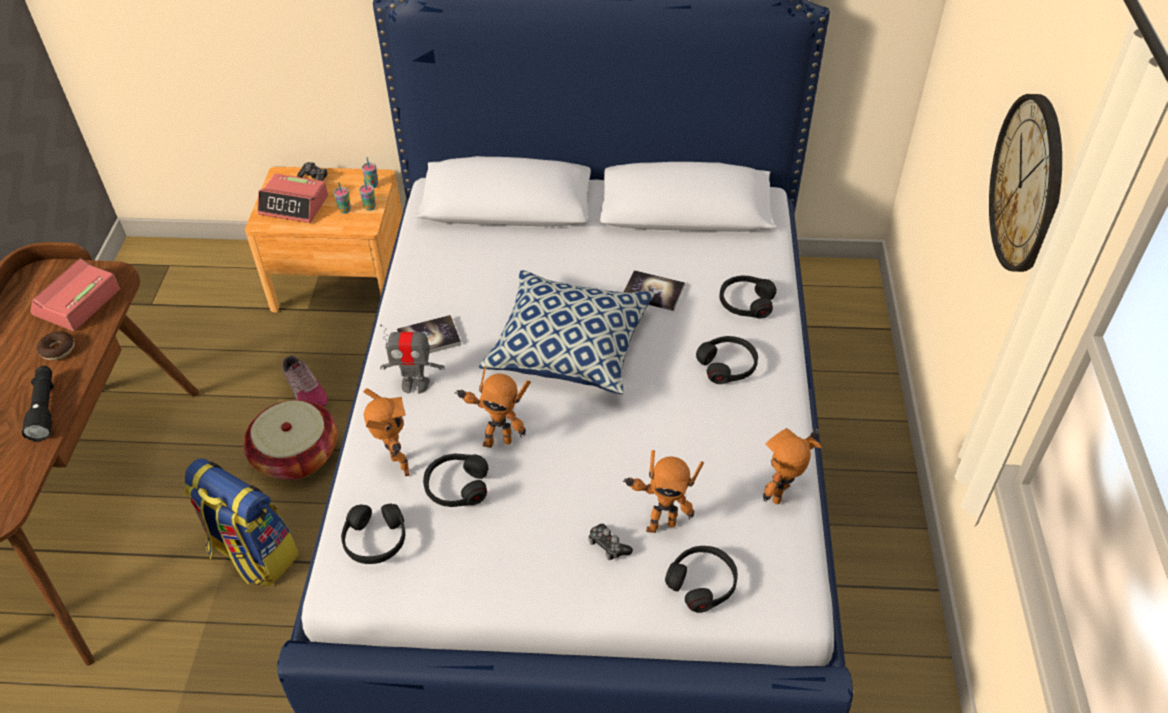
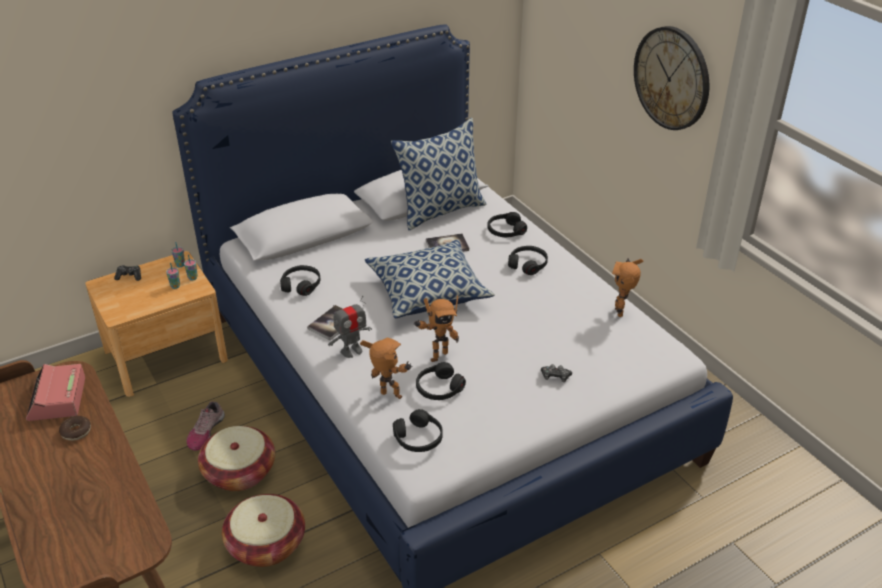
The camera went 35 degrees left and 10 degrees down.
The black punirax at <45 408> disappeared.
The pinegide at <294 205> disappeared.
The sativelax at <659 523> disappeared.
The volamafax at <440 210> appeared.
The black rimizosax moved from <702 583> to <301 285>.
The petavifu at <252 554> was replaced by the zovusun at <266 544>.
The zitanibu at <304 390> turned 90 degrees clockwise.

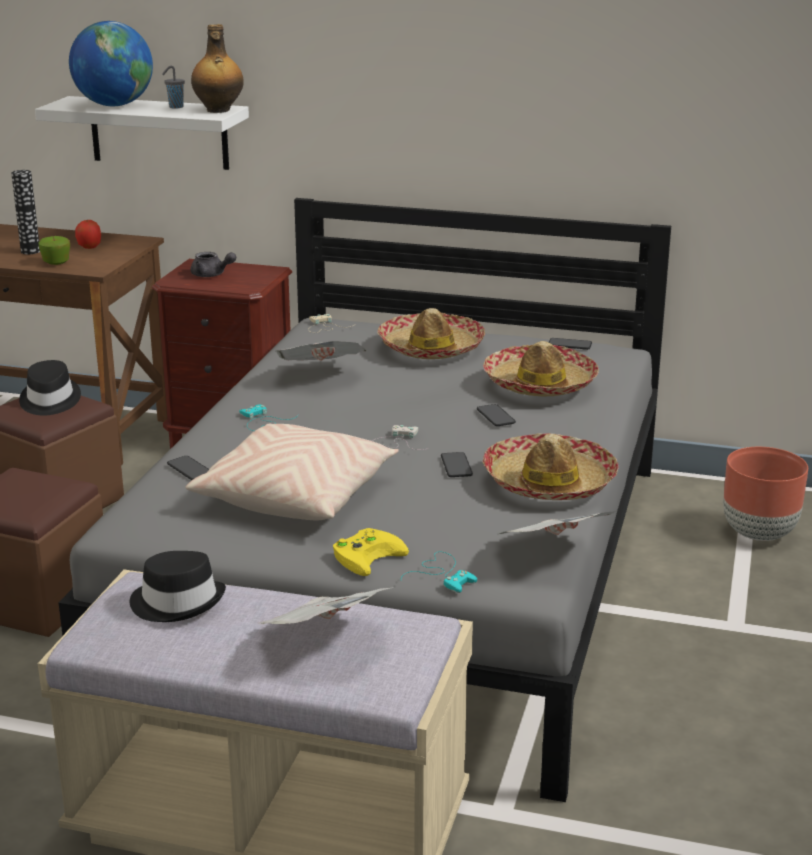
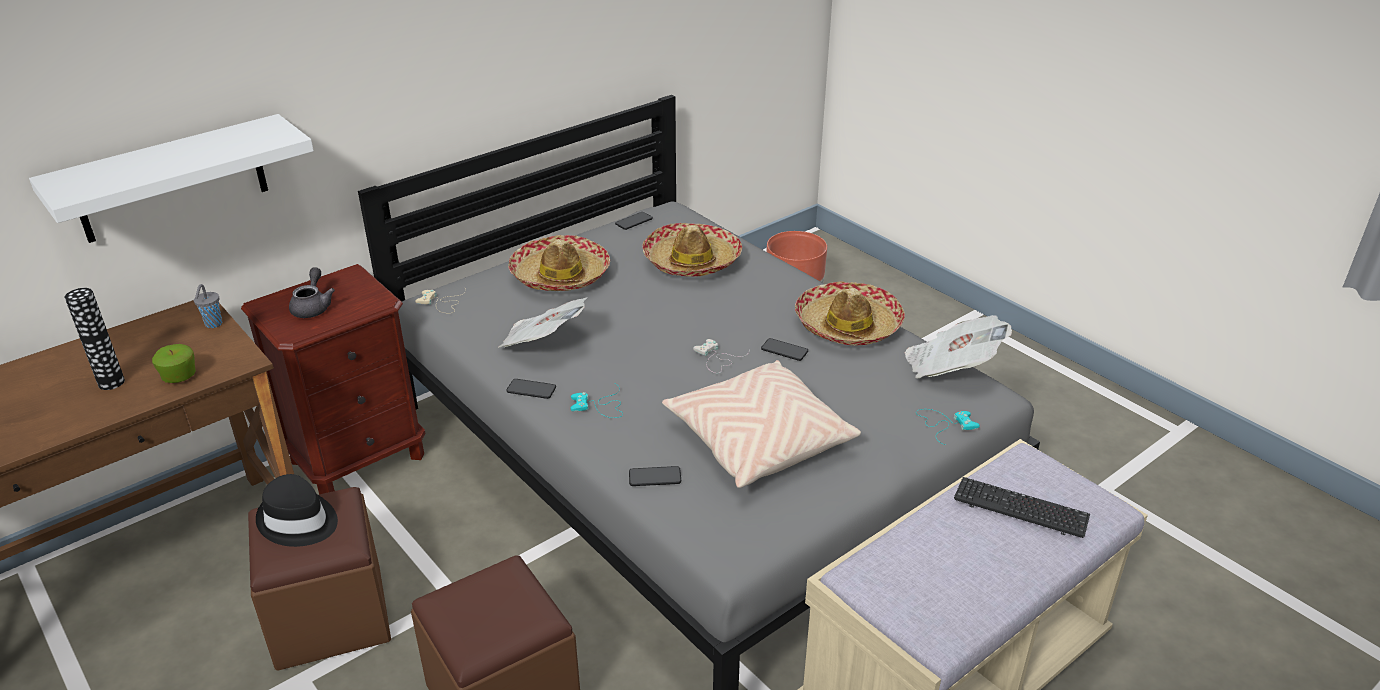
The camera went 55 degrees left and 10 degrees up.
The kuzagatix at <114 105> disappeared.
The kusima at <89 247> disappeared.
The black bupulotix at <177 602> disappeared.
The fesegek at <218 110> disappeared.
The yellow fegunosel at <367 554> disappeared.
The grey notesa moved from <175 107> to <213 324>.
The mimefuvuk moved from <495 416> to <531 389>.
The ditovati at <325 637> was replaced by the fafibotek at <1020 509>.
The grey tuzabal at <211 275> turned 60 degrees counterclockwise.

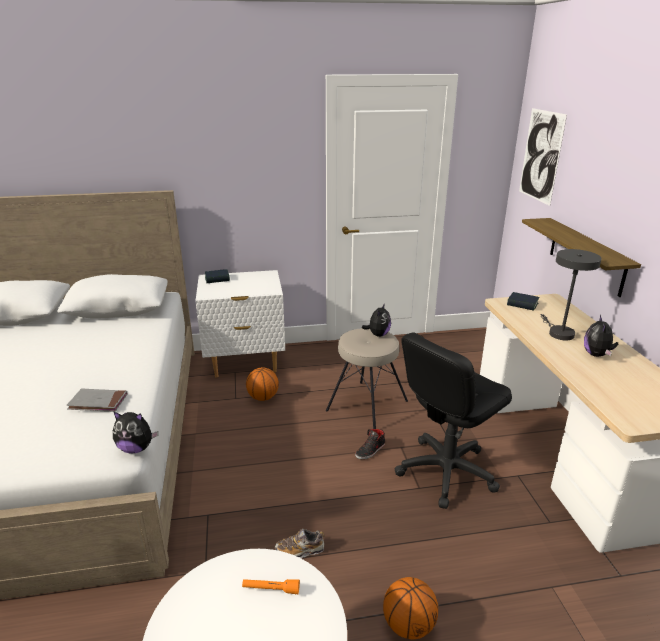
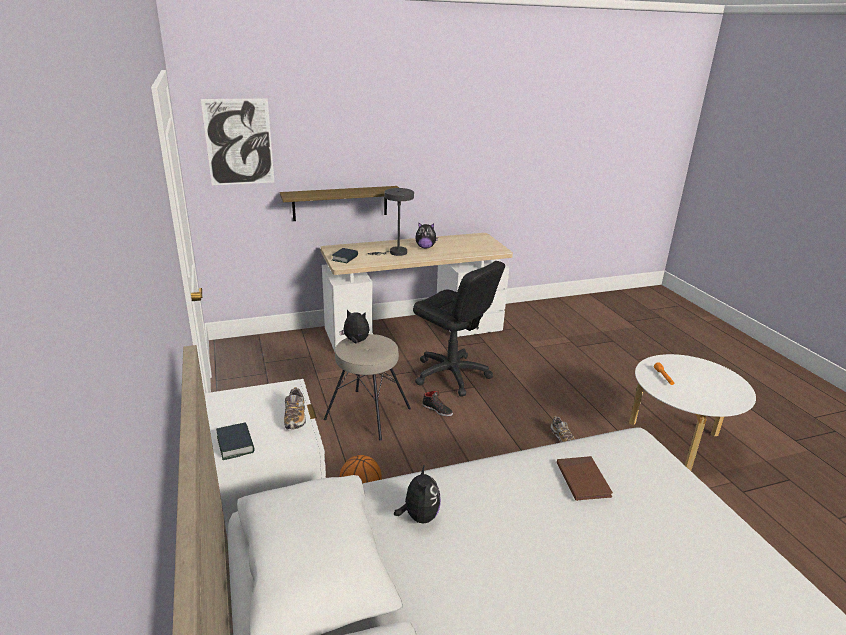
The camera went 100 degrees left and 0 degrees up.
The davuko at <408 625> disappeared.
The zitanibu at <295 417> appeared.
The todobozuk moved from <136 448> to <419 516>.
The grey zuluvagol at <98 402> became the brown zuluvagol at <583 480>.

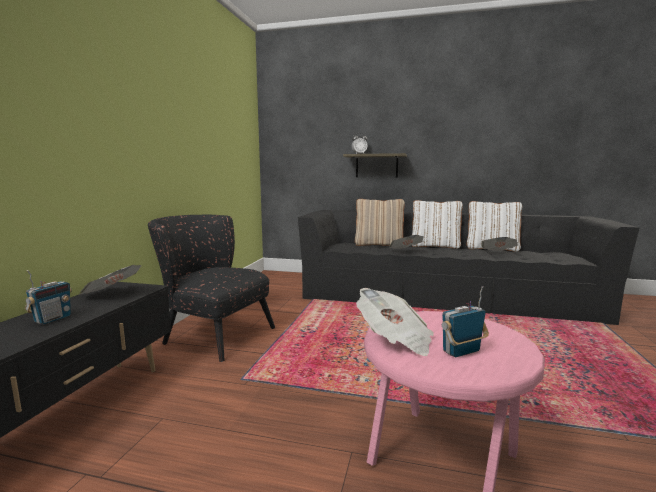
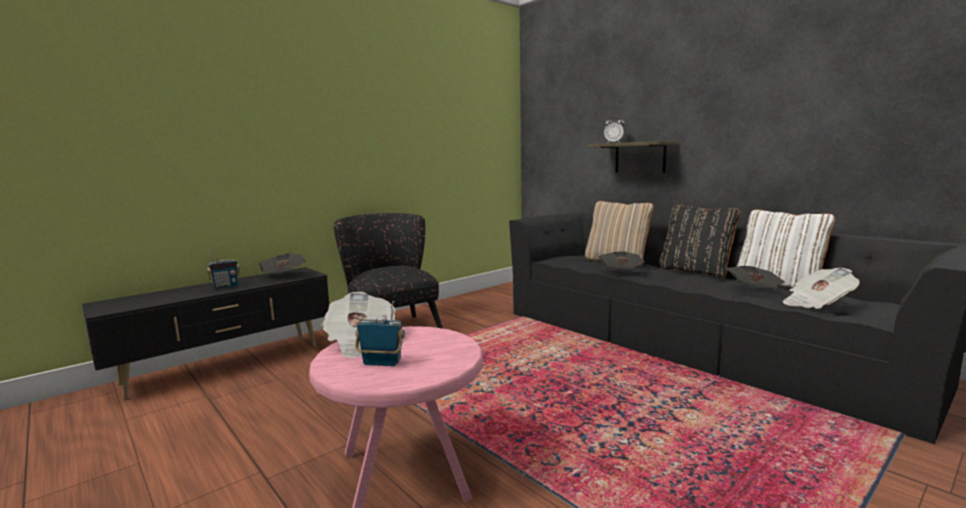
The camera went 35 degrees right and 0 degrees up.
The ditovati at <816 304> appeared.
The white volamafax at <435 246> became the black volamafax at <696 271>.

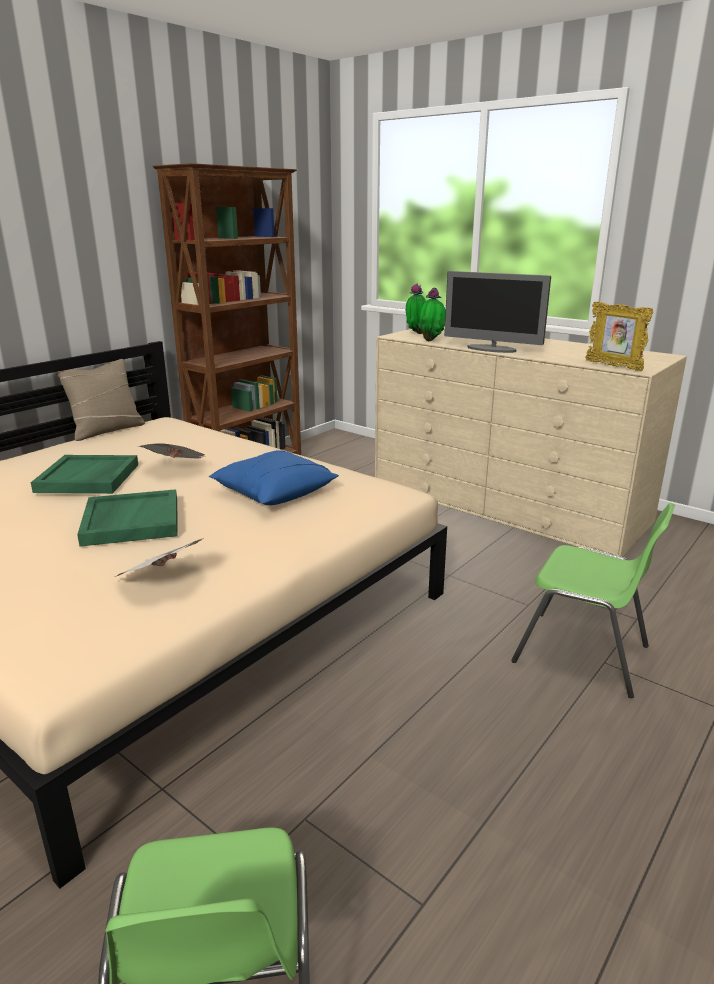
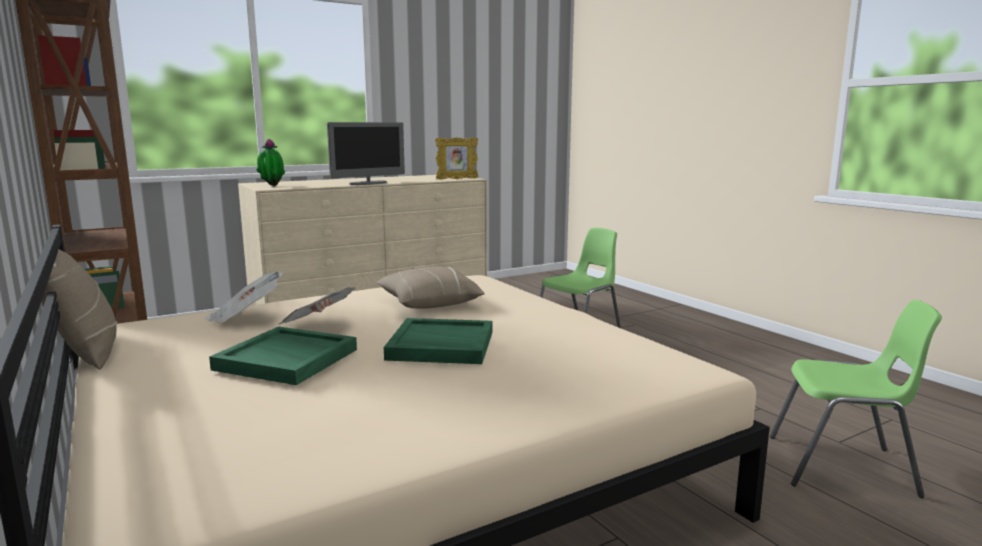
The camera went 70 degrees left and 10 degrees down.
The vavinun at <431 340> disappeared.
The ditovati moved from <160 580> to <245 317>.
The blue volamafax at <274 493> became the beige volamafax at <429 303>.

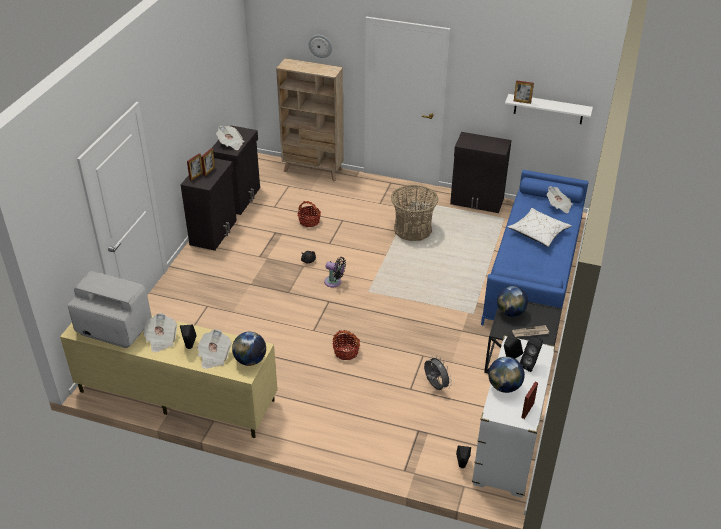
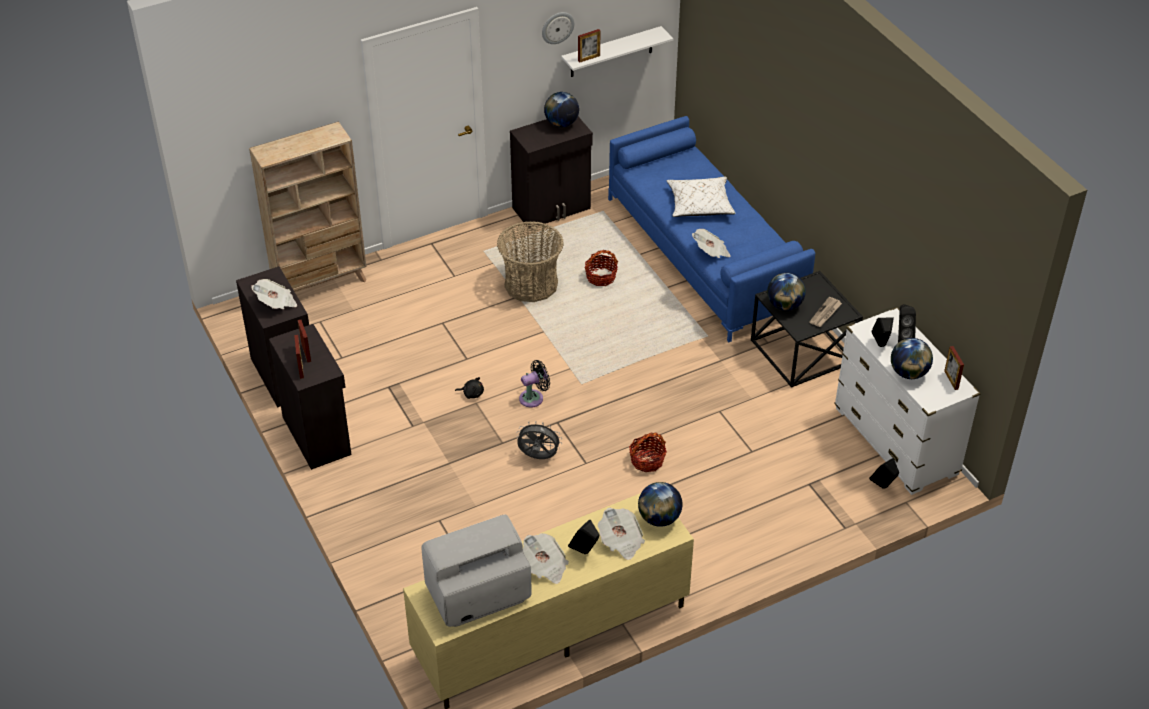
The camera went 45 degrees left and 5 degrees up.
The kuzagatix at <561 123> appeared.
The zovusun moved from <309 221> to <601 277>.
The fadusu moved from <320 46> to <557 27>.
The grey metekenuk moved from <435 386> to <538 457>.
The ditovati moved from <558 206> to <711 252>.

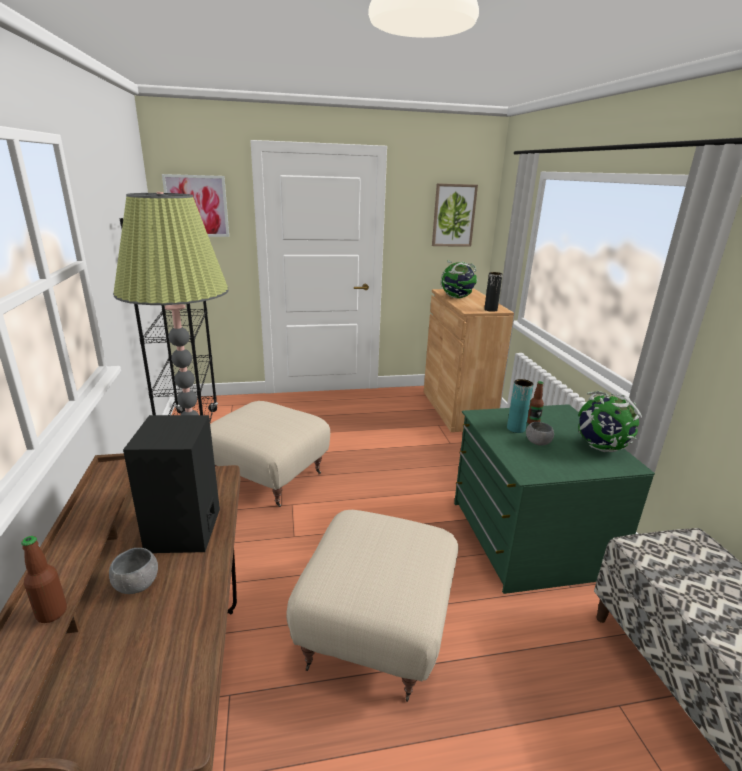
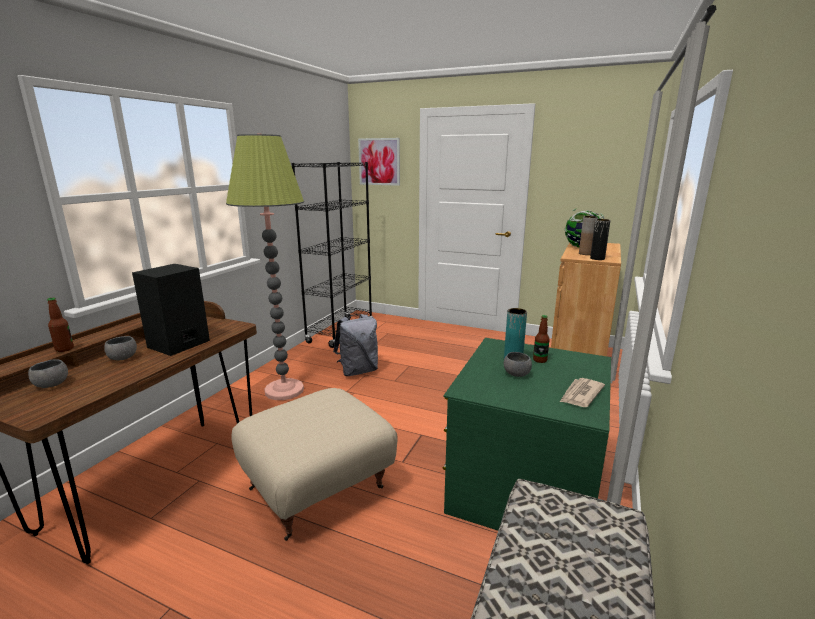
The camera went 35 degrees right and 5 degrees down.
The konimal at <453 215> disappeared.
The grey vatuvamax at <52 385> appeared.
The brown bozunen at <585 254> appeared.
The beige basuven at <267 476> was replaced by the grey petavifu at <358 371>.
The kuzagatix at <600 447> was replaced by the ditovati at <580 394>.

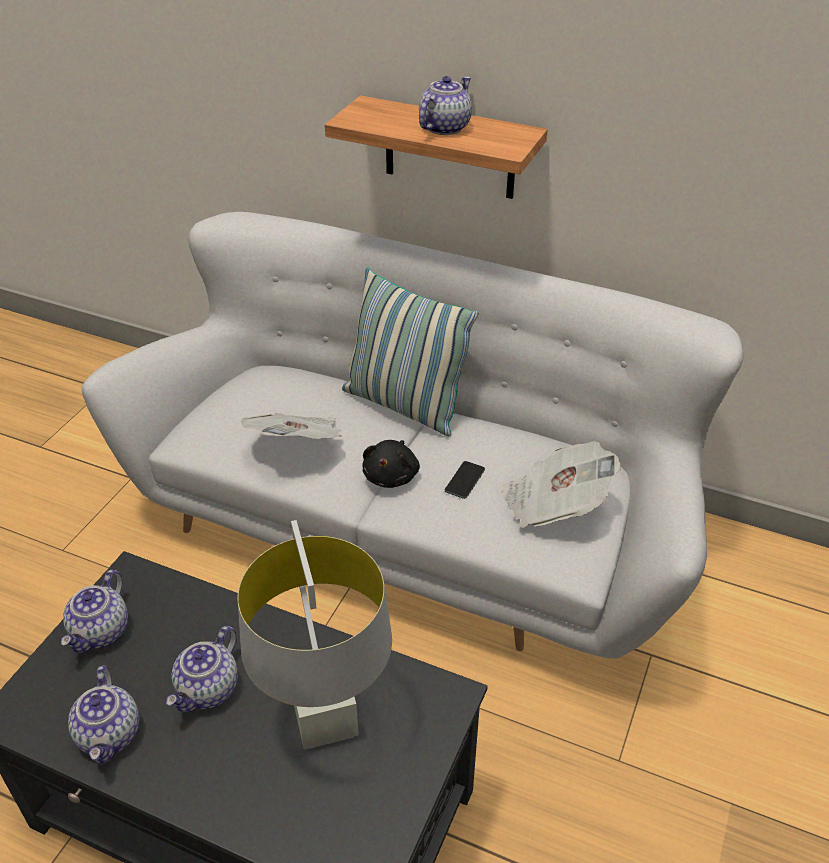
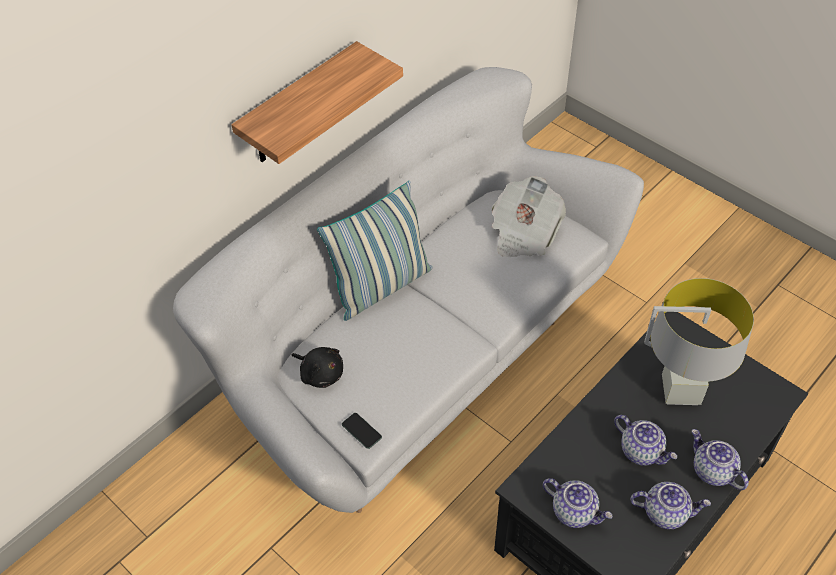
The camera went 70 degrees left and 10 degrees up.
The ditovati at <299 445> disappeared.
The black todobozuk moved from <392 476> to <320 373>.
The tuzabal moved from <444 127> to <712 471>.
The mimefuvuk moved from <464 480> to <361 431>.

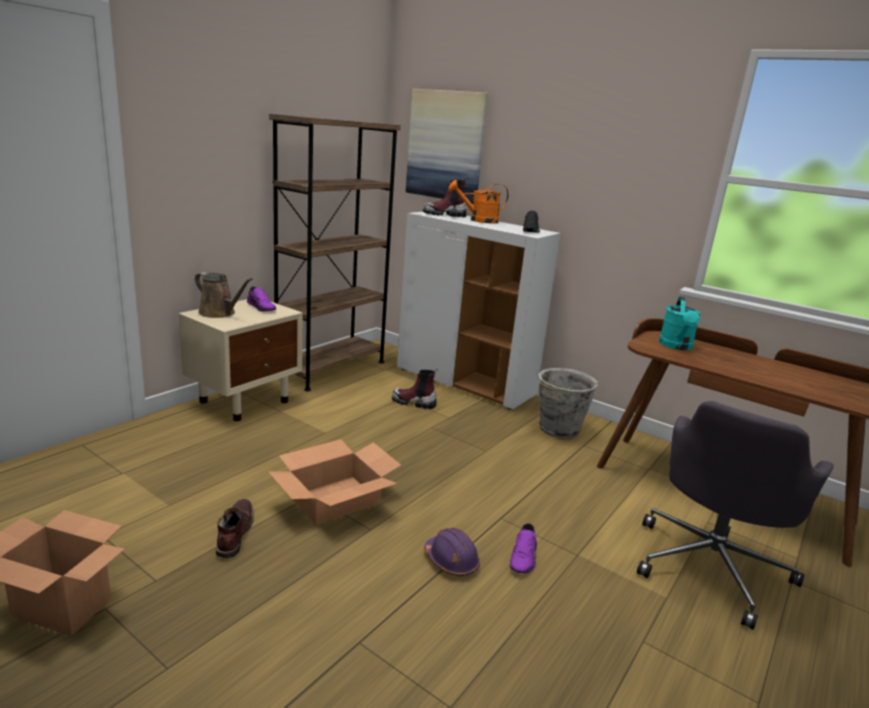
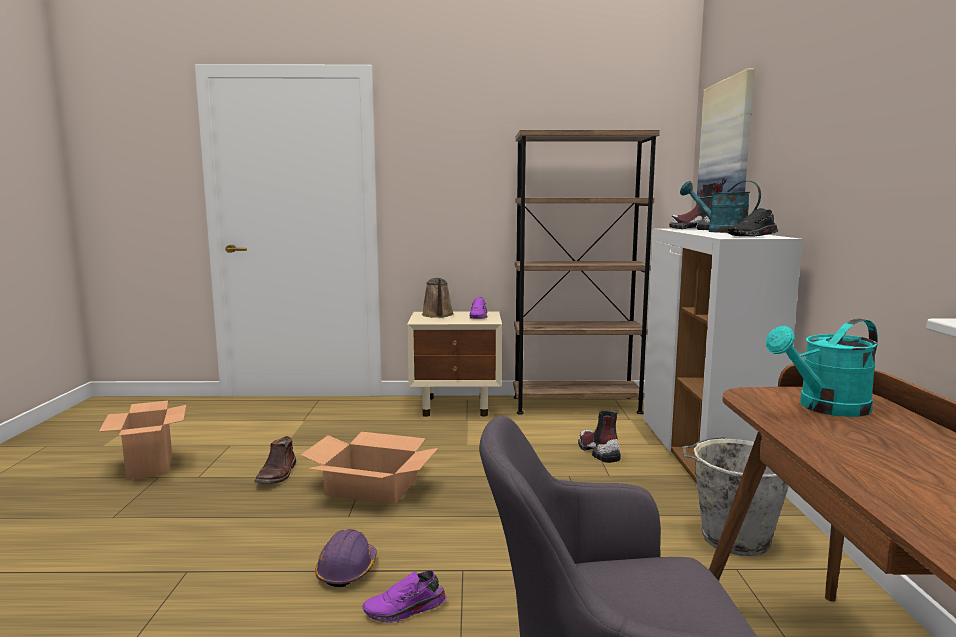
The camera went 55 degrees right and 10 degrees down.
The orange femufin at <478 220> became the turquoise femufin at <720 231>.
The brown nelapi at <234 533> turned 135 degrees clockwise.

